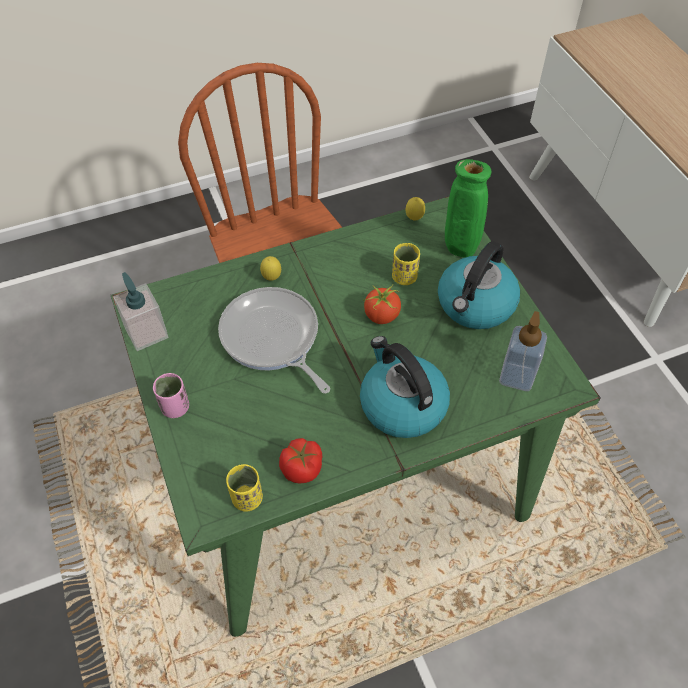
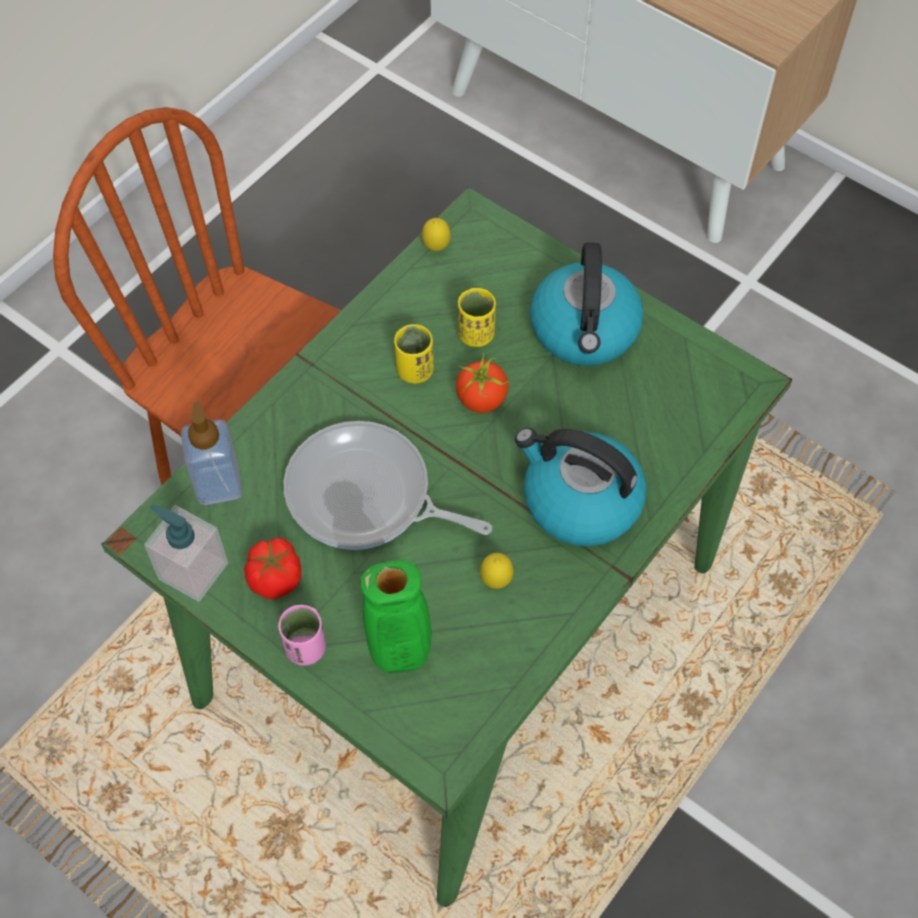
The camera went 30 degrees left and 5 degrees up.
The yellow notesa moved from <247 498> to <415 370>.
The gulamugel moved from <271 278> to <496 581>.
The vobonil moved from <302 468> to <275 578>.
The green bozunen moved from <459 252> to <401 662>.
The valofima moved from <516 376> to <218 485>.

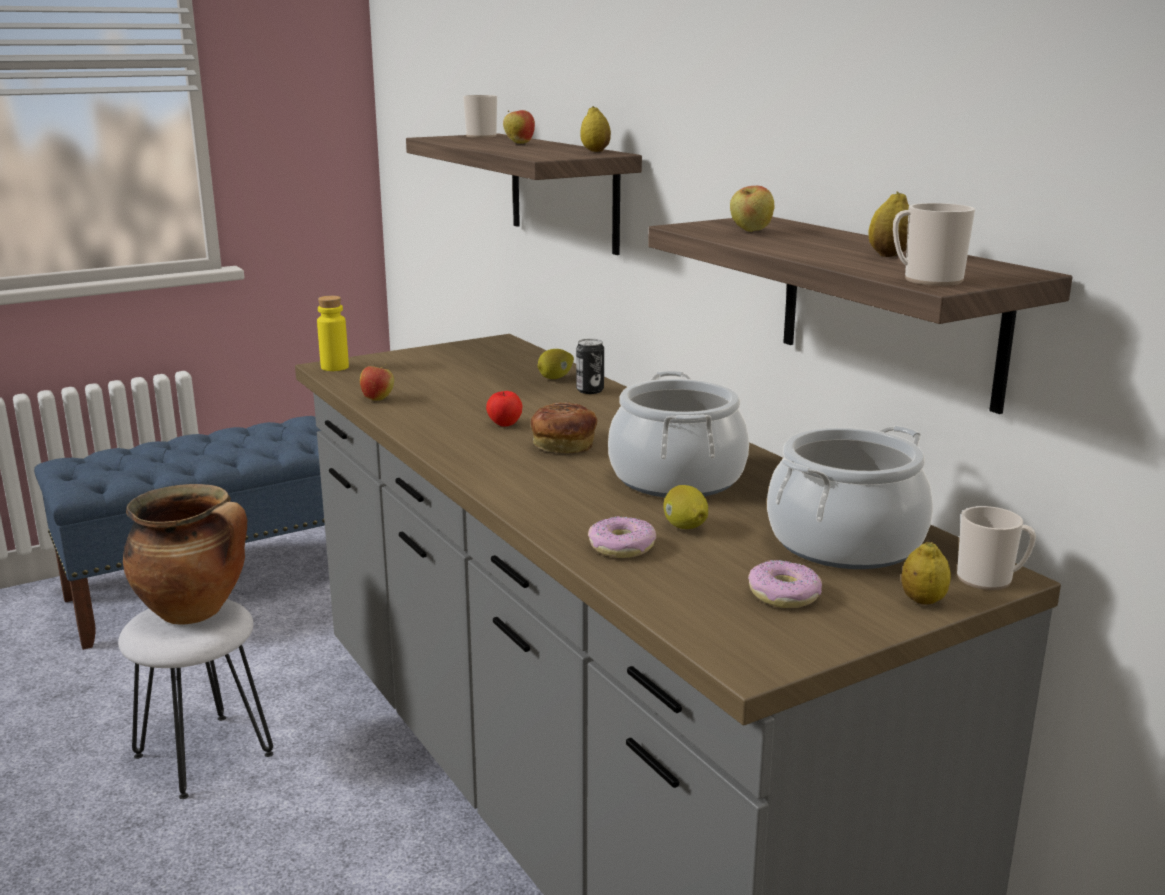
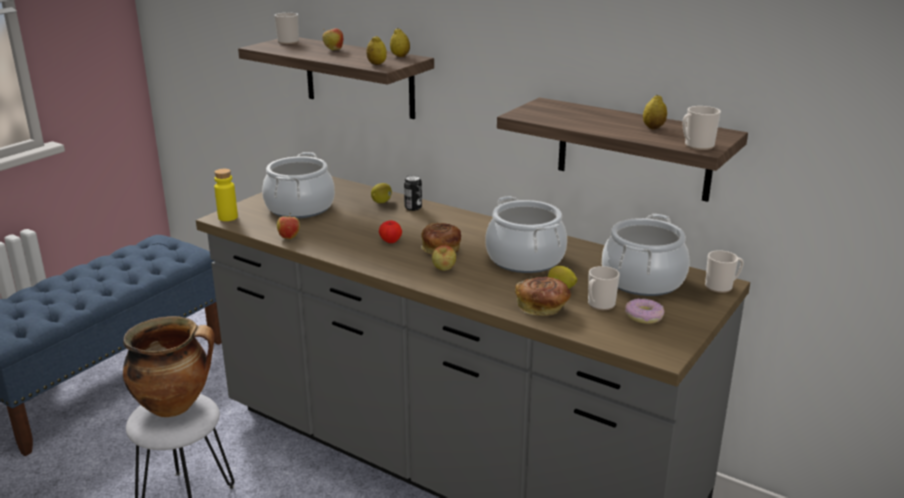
The camera went 25 degrees left and 5 degrees up.
The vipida at <300 208> appeared.
The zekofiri at <599 305> appeared.
The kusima moved from <750 231> to <444 270>.
The gulamugel moved from <923 601> to <377 64>.
The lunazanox at <622 547> was replaced by the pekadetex at <542 308>.

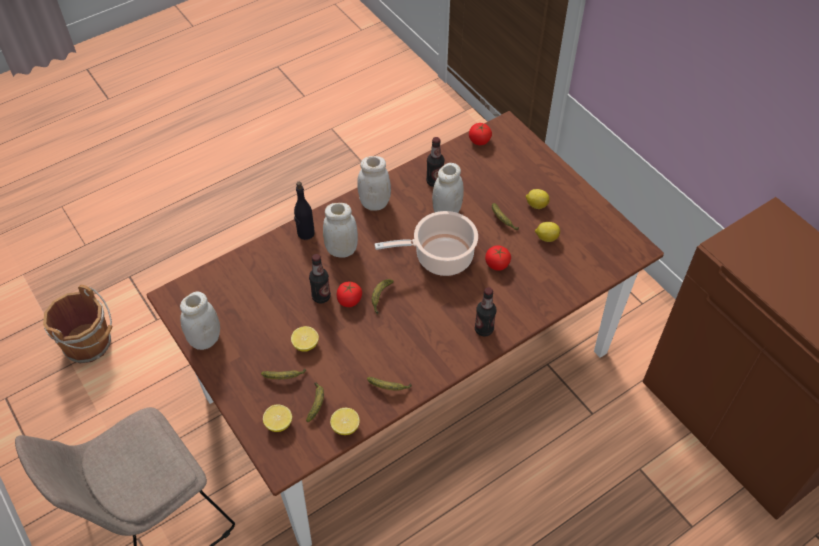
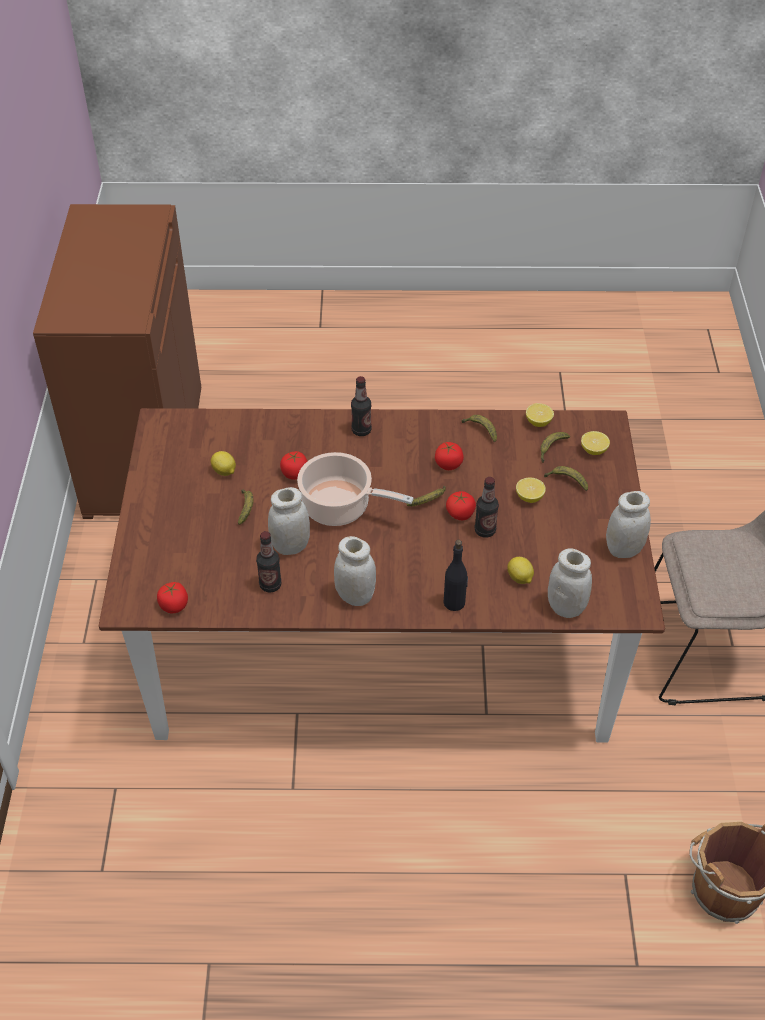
The camera went 145 degrees left and 5 degrees down.
The vobonil at <448 464> appeared.
The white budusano moved from <341 250> to <566 607>.
The gulamugel moved from <536 205> to <520 578>.

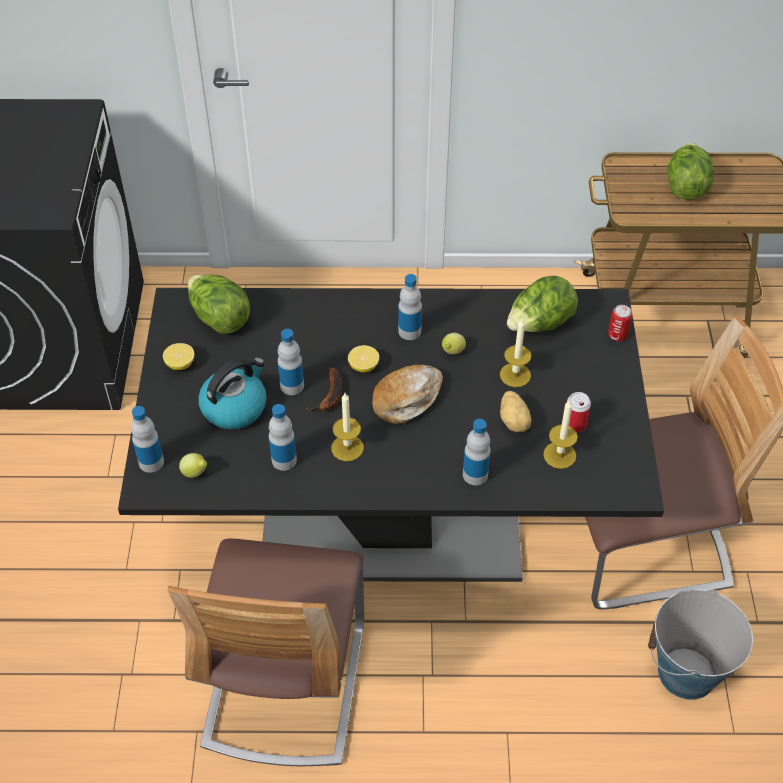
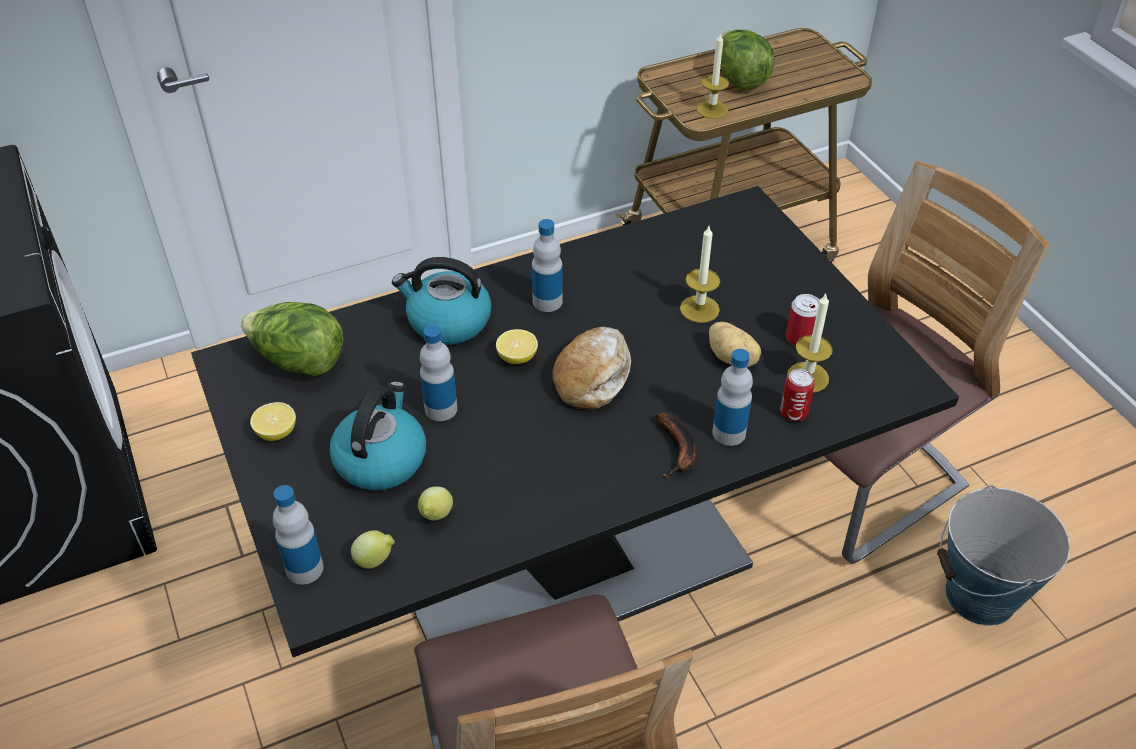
The camera went 25 degrees left and 5 degrees down.
The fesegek at <284 460> disappeared.
The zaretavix at <540 325> disappeared.
The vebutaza at <447 322> appeared.
The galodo moved from <330 396> to <678 451>.
The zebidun moved from <347 448> to <712 109>.
The gulamugel moved from <452 352> to <436 516>.
The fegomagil moved from <617 335> to <793 413>.

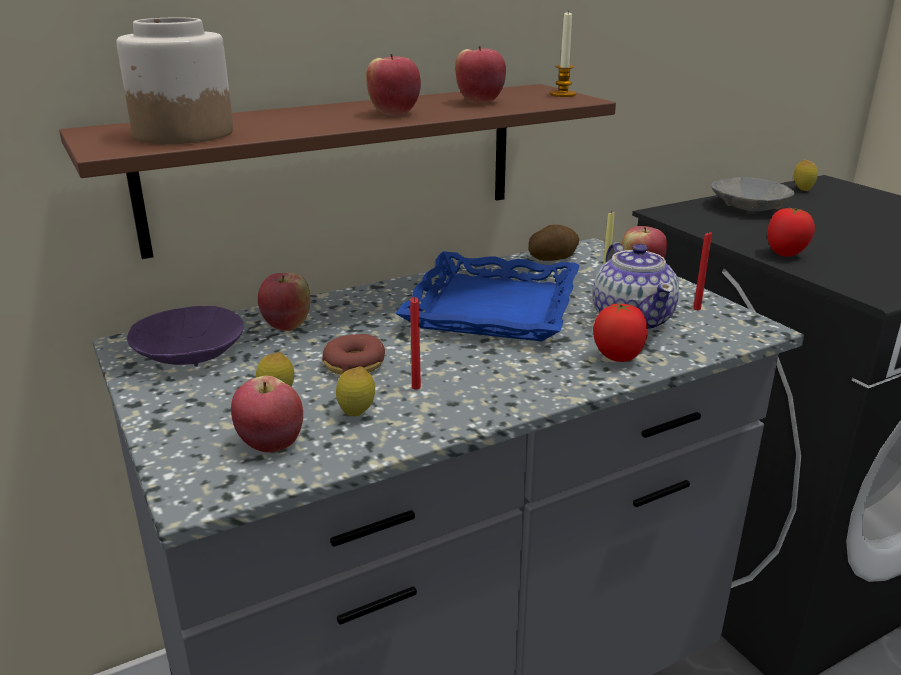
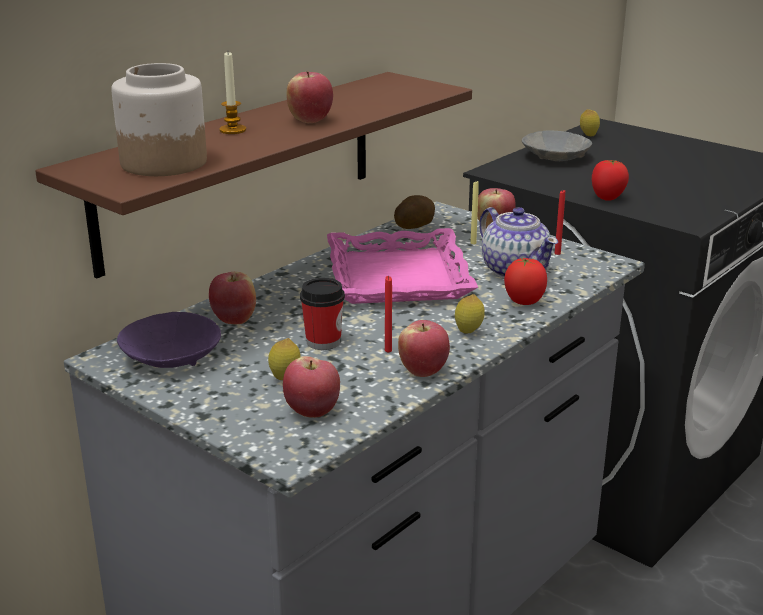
The camera went 20 degrees left and 0 degrees up.
The gulamugel moved from <357 415> to <468 332>.
The kusima moved from <480 101> to <423 371>.
The zebidun moved from <563 94> to <232 130>.
The lunazanox at <354 364> was replaced by the notesa at <323 342>.
The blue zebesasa at <494 308> became the pink zebesasa at <399 277>.

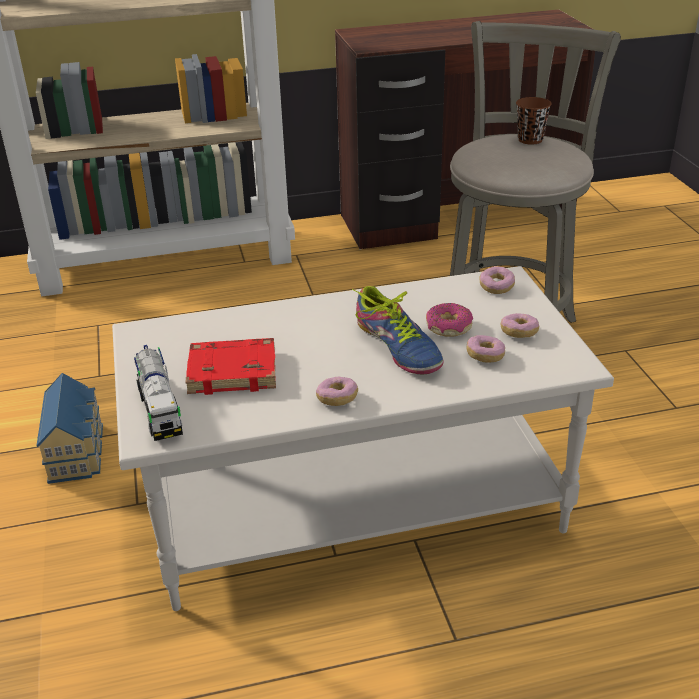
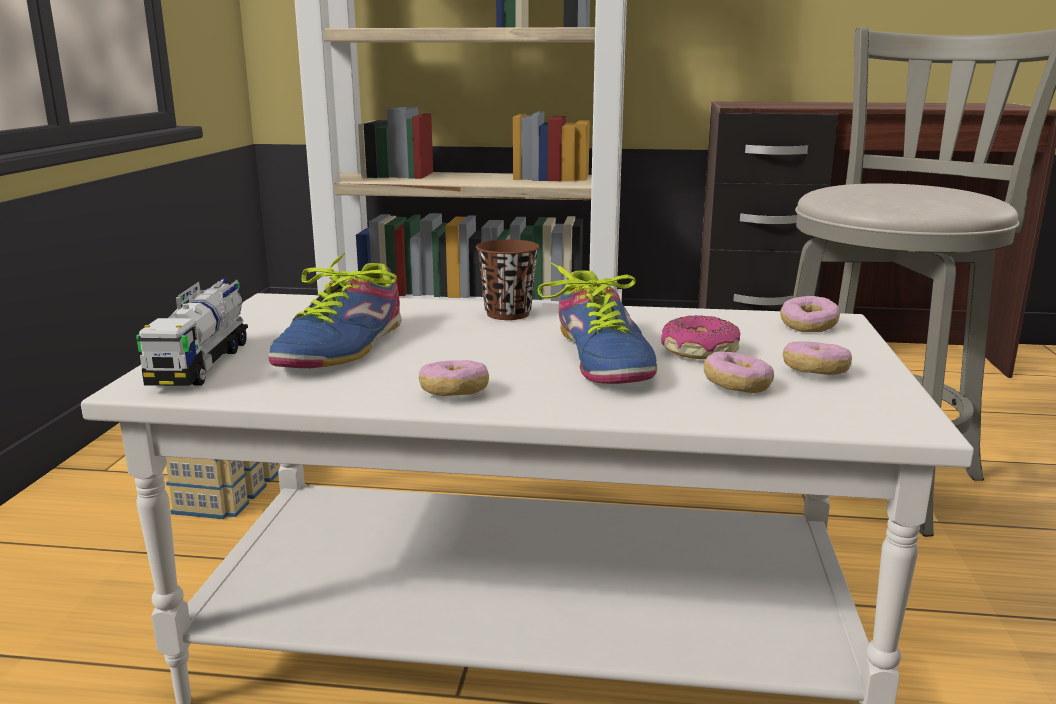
The camera went 20 degrees right and 15 degrees down.
The brown notesa moved from <530 140> to <508 314>.
The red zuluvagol at <234 371> was replaced by the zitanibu at <343 346>.

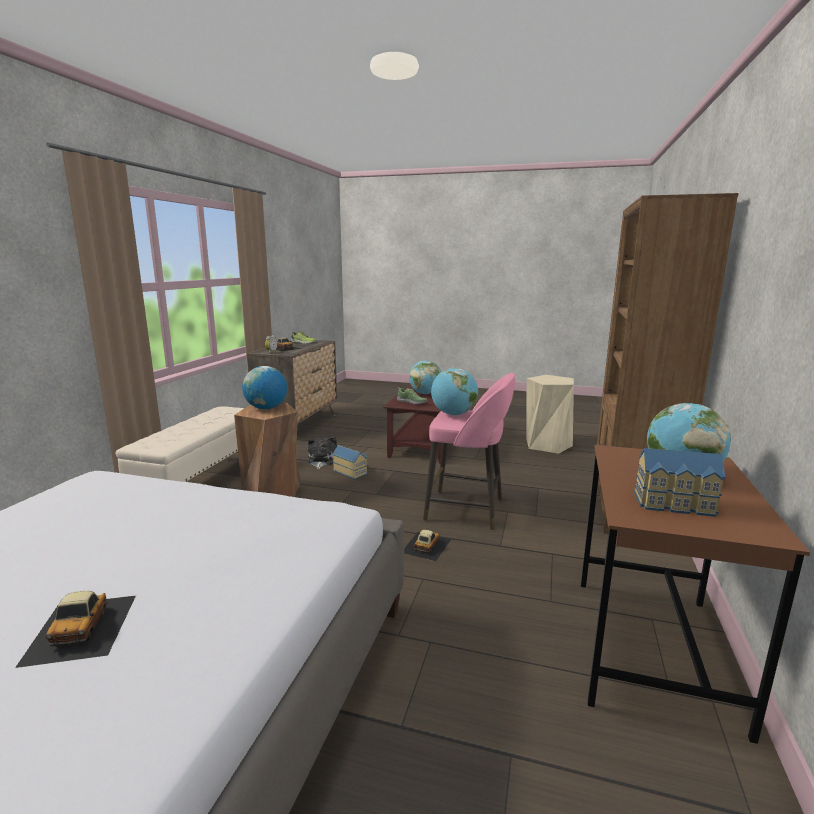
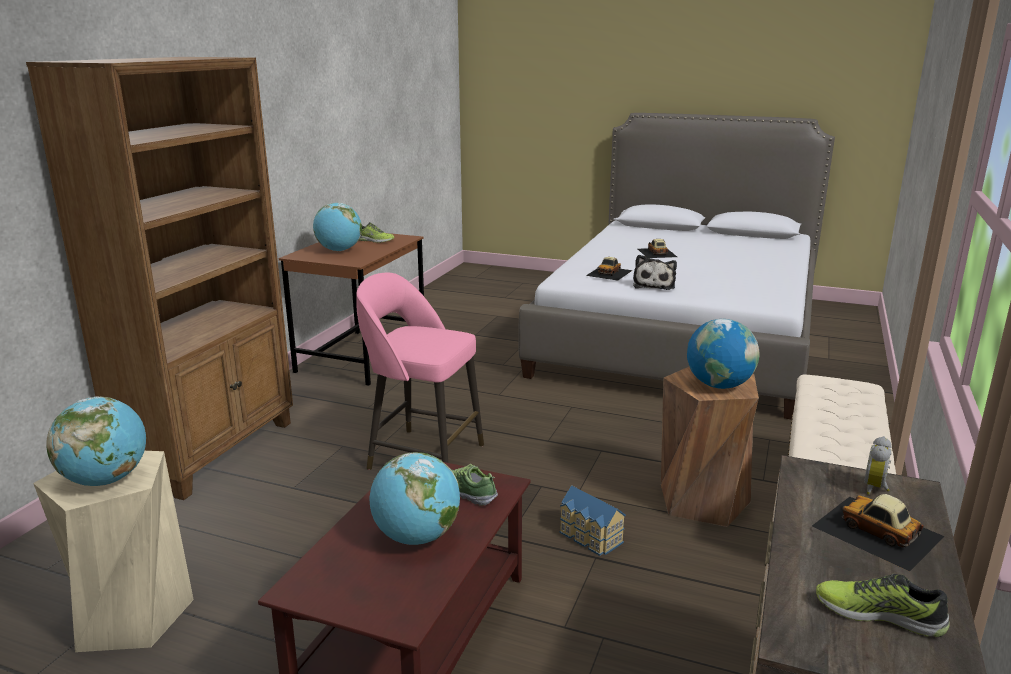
The camera went 175 degrees left and 5 degrees up.
The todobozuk moved from <321 460> to <654 285>.
The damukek moved from <426 545> to <609 273>.
The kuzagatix moved from <453 414> to <106 480>.
The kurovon at <676 504> was replaced by the zitanibu at <374 240>.

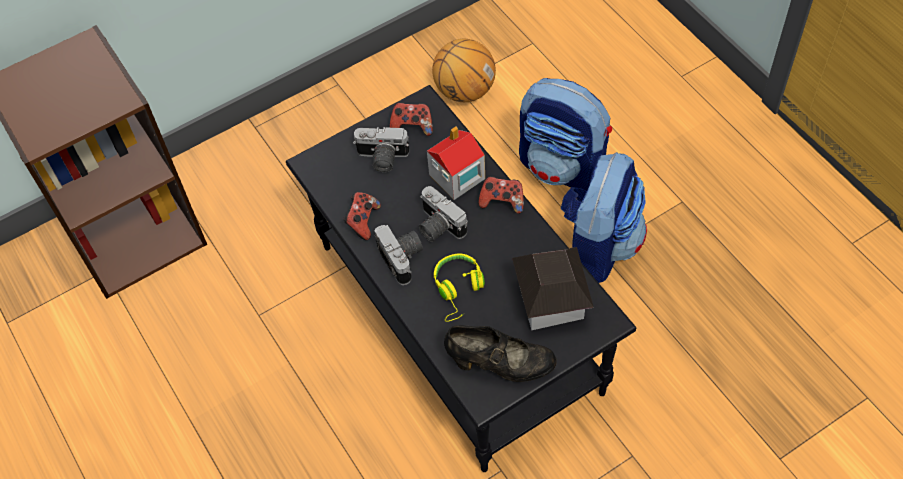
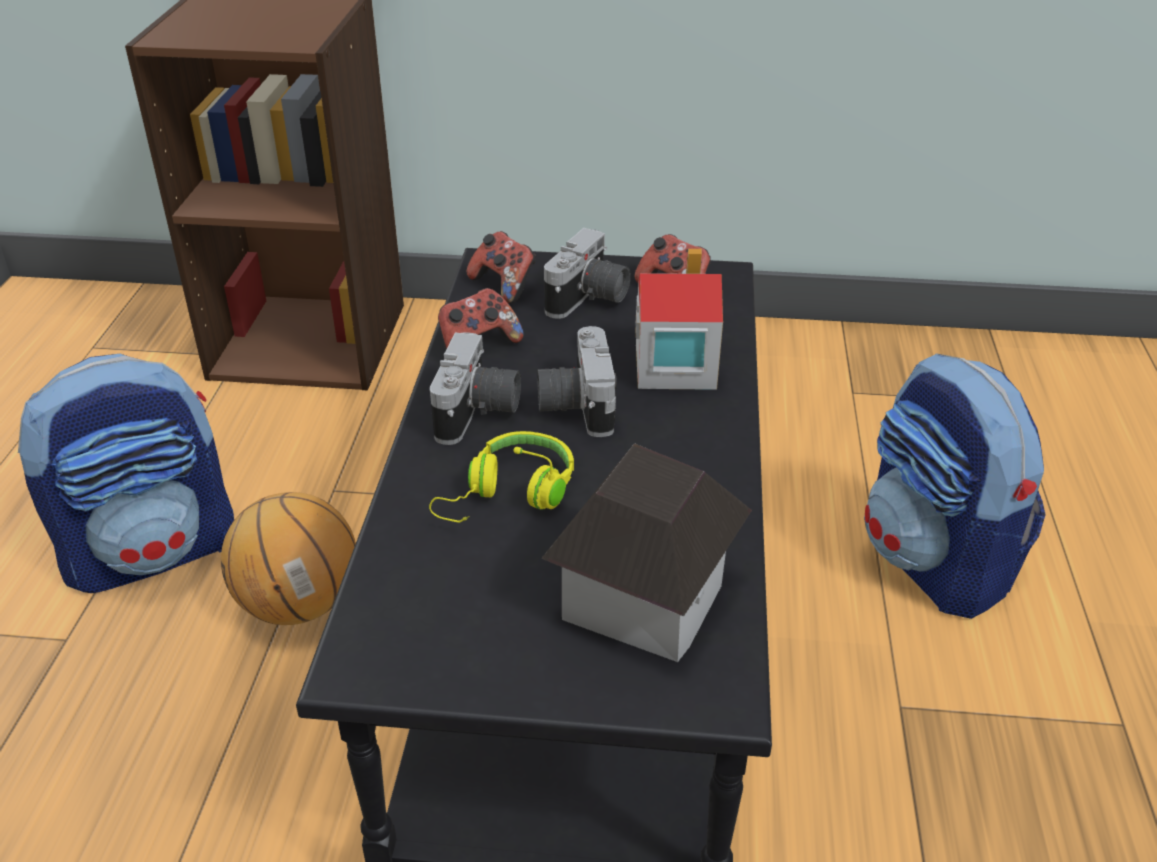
The camera went 35 degrees right and 20 degrees down.
The black zitanibu at <500 364> disappeared.
The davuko moved from <464 91> to <299 604>.
The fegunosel moved from <502 201> to <504 286>.
The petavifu moved from <598 245> to <153 551>.
The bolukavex at <381 159> turned 105 degrees counterclockwise.

